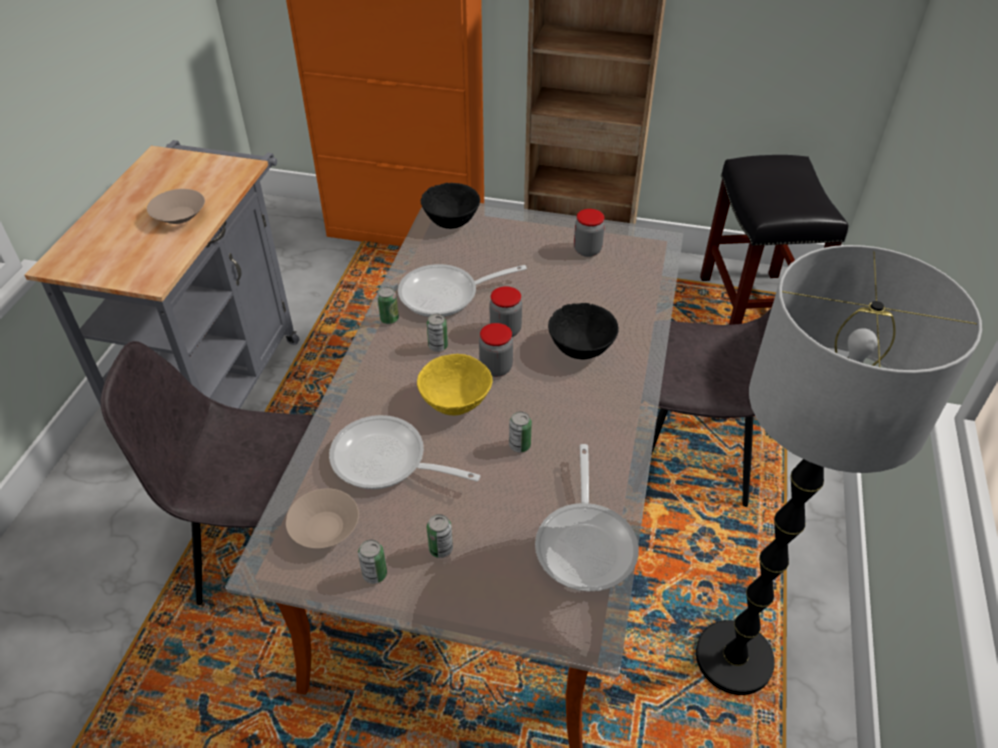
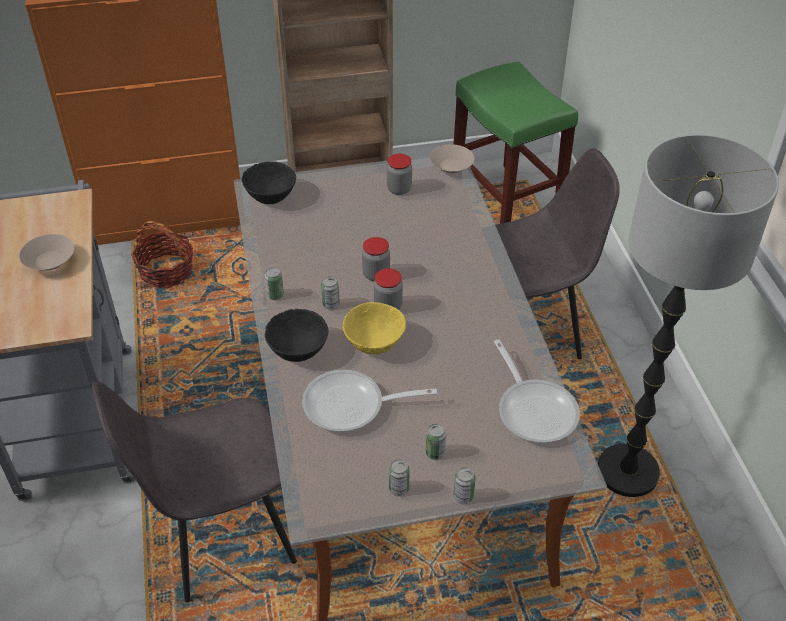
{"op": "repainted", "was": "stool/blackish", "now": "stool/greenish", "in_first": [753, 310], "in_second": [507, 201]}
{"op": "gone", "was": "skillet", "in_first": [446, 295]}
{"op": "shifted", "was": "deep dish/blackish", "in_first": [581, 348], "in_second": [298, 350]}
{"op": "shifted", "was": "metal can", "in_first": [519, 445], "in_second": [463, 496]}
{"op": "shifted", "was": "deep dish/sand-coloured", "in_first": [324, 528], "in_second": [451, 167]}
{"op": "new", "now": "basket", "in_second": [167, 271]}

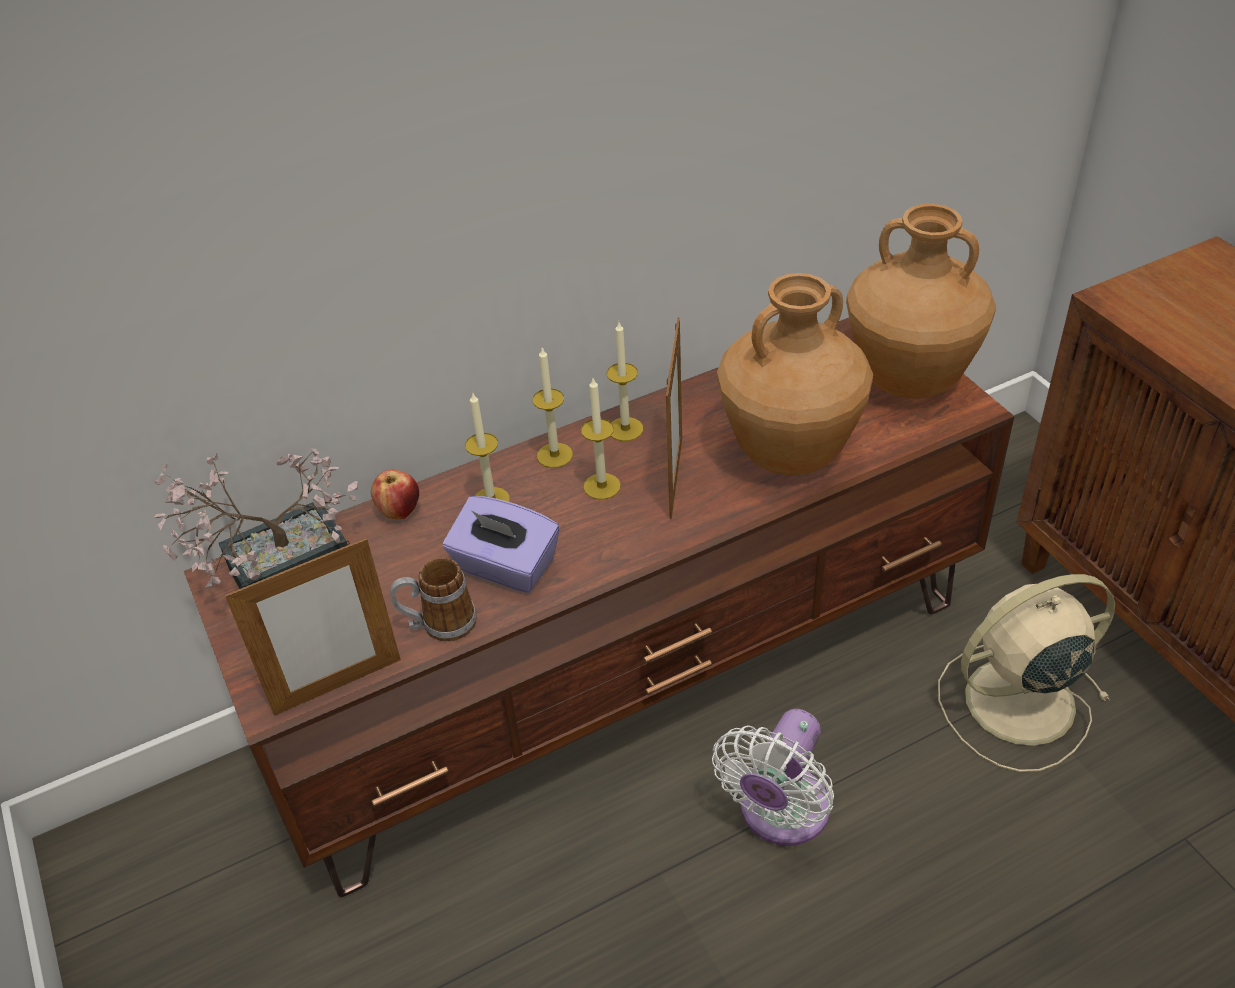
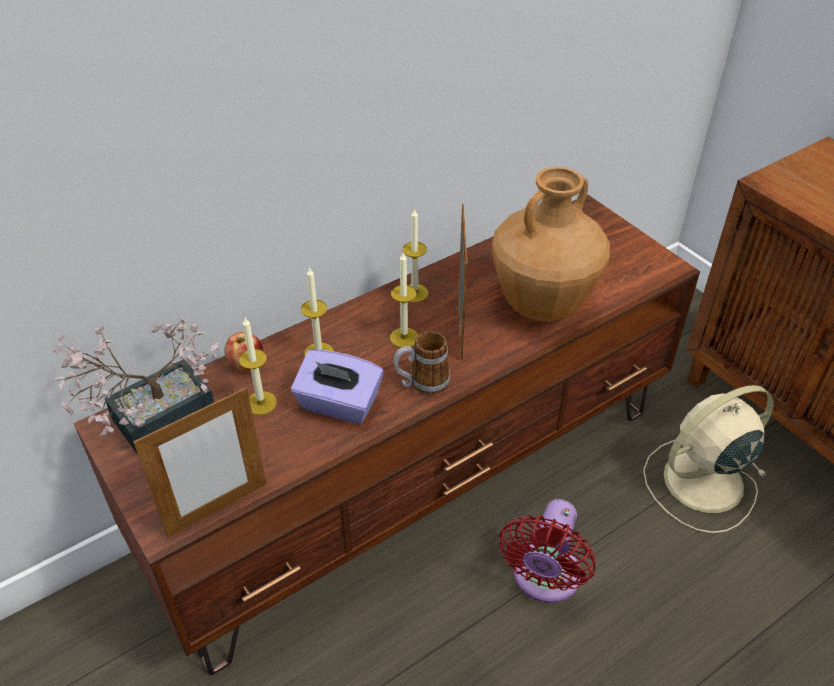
{"op": "gone", "was": "vase/brown", "in_first": [908, 381]}
{"op": "shifted", "was": "wax light", "in_first": [554, 455], "in_second": [261, 403]}
{"op": "shifted", "was": "tea mug", "in_first": [439, 625], "in_second": [422, 383]}
{"op": "repainted", "was": "electric fan/whitish", "now": "electric fan/red-coloured", "in_first": [780, 814], "in_second": [544, 579]}

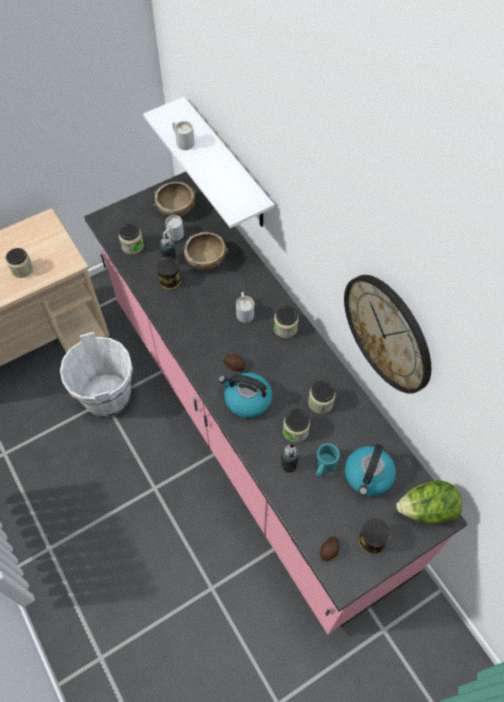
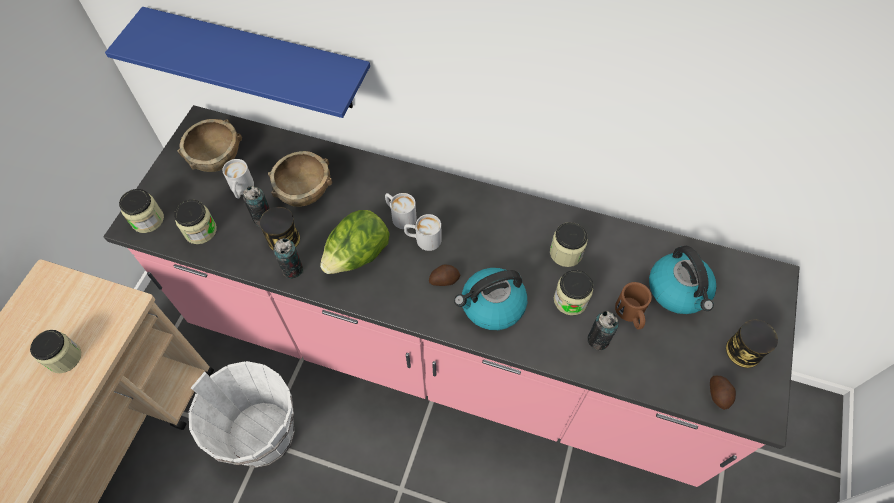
{"op": "repainted", "was": "wall shelf/whitish", "now": "wall shelf/blue-coloured", "in_first": [227, 166], "in_second": [261, 60]}
{"op": "shifted", "was": "tea mug/whitish", "in_first": [182, 141], "in_second": [423, 239]}
{"op": "gone", "was": "wall clock", "in_first": [388, 333]}
{"op": "shifted", "was": "preserve jar", "in_first": [285, 328], "in_second": [148, 220]}
{"op": "repainted", "was": "tea mug/blue-green", "now": "tea mug/brown", "in_first": [323, 466], "in_second": [631, 314]}
{"op": "shifted", "was": "lettuce head", "in_first": [426, 510], "in_second": [357, 256]}
{"op": "new", "now": "metal can", "in_second": [292, 269]}

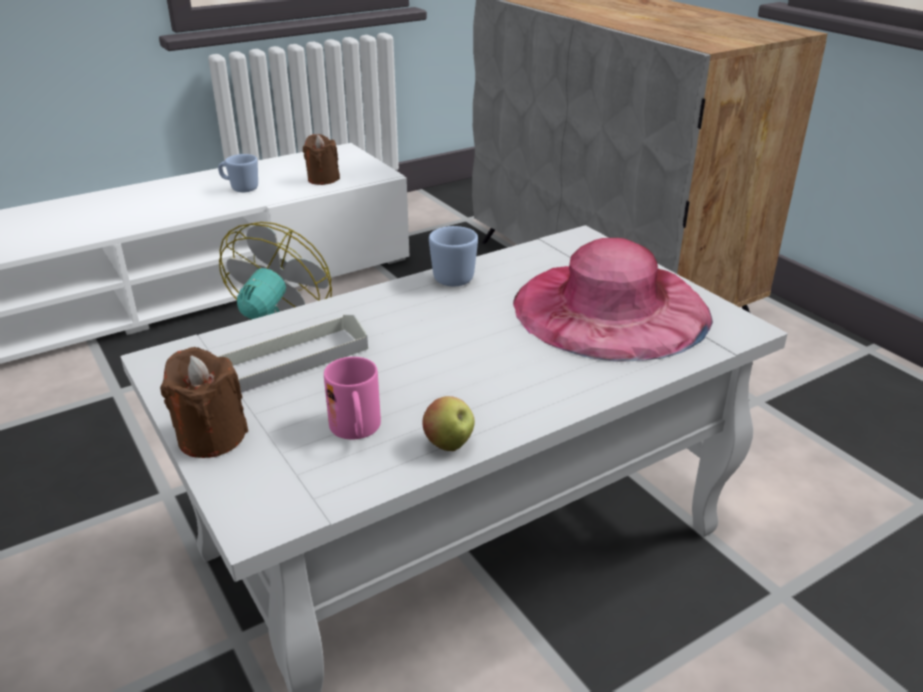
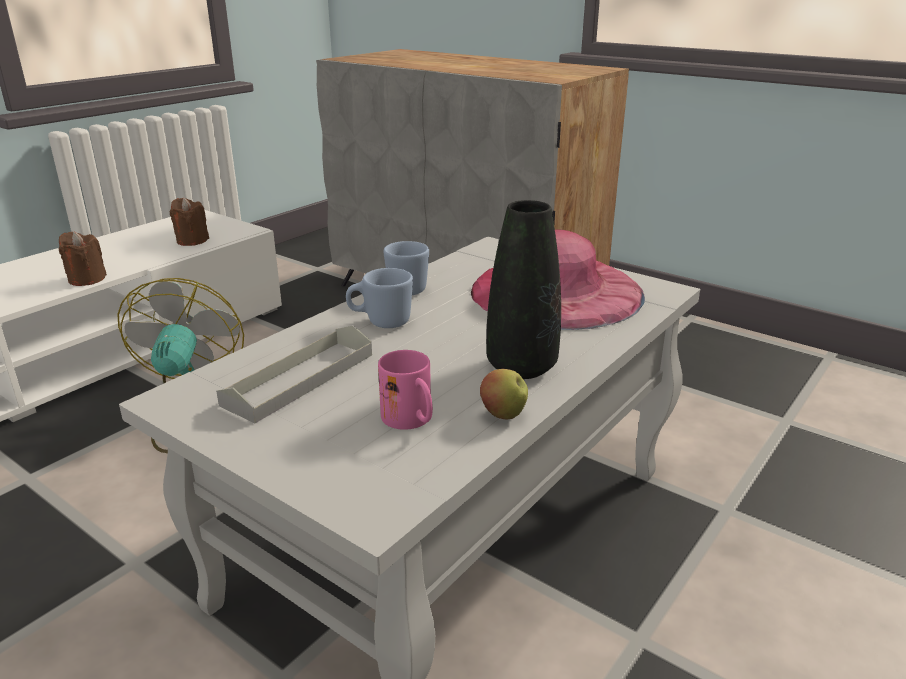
{"op": "shifted", "was": "tea mug/blue-coloured", "in_first": [240, 188], "in_second": [380, 322]}
{"op": "shifted", "was": "wax light/brown", "in_first": [211, 437], "in_second": [86, 279]}
{"op": "new", "now": "vase/blackish", "in_second": [521, 367]}

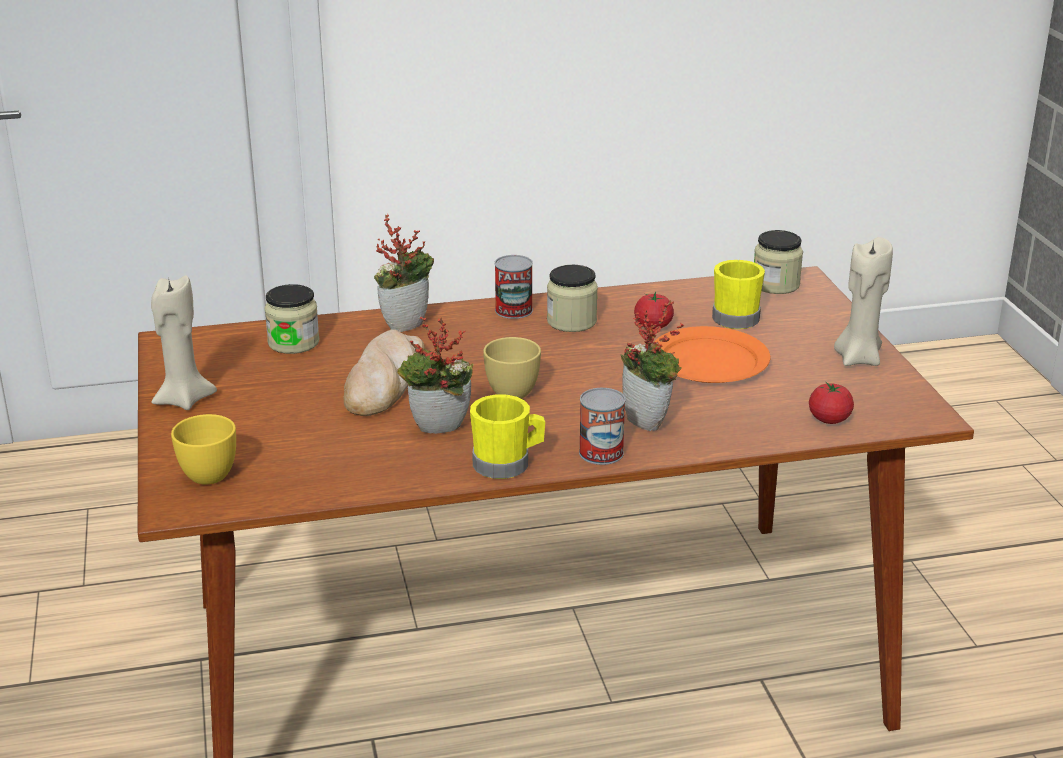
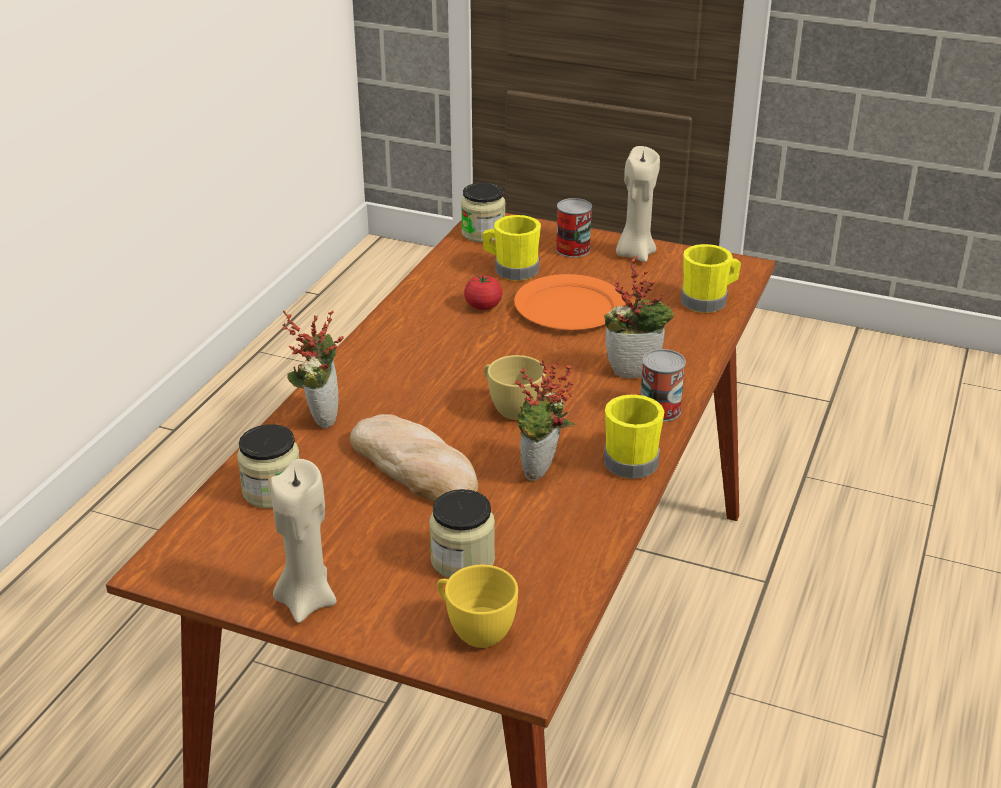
{"op": "shifted", "was": "metal can", "in_first": [513, 310], "in_second": [573, 249]}
{"op": "shifted", "was": "preserve jar", "in_first": [571, 321], "in_second": [462, 560]}
{"op": "swapped", "was": "fresh tomato", "now": "tea mug/yellowish", "in_first": [829, 419], "in_second": [708, 301]}

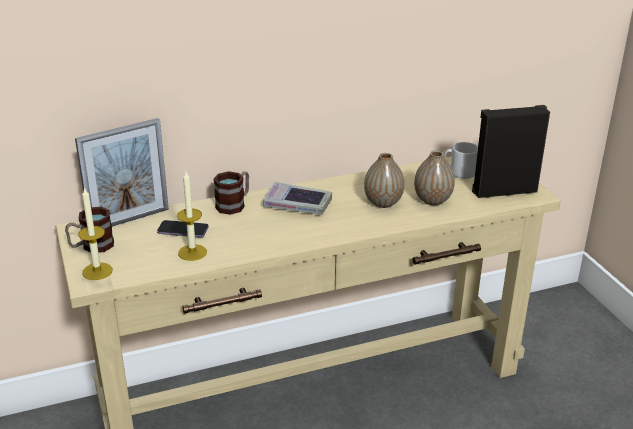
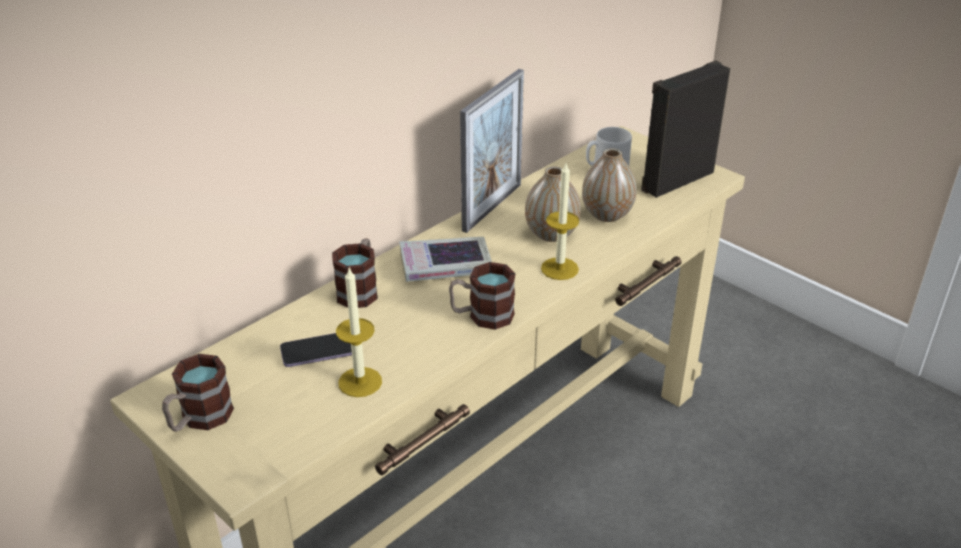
{"op": "shifted", "was": "standing frame", "in_first": [129, 220], "in_second": [492, 207]}
{"op": "shifted", "was": "wax light", "in_first": [97, 271], "in_second": [559, 268]}
{"op": "new", "now": "tea mug", "in_second": [482, 316]}

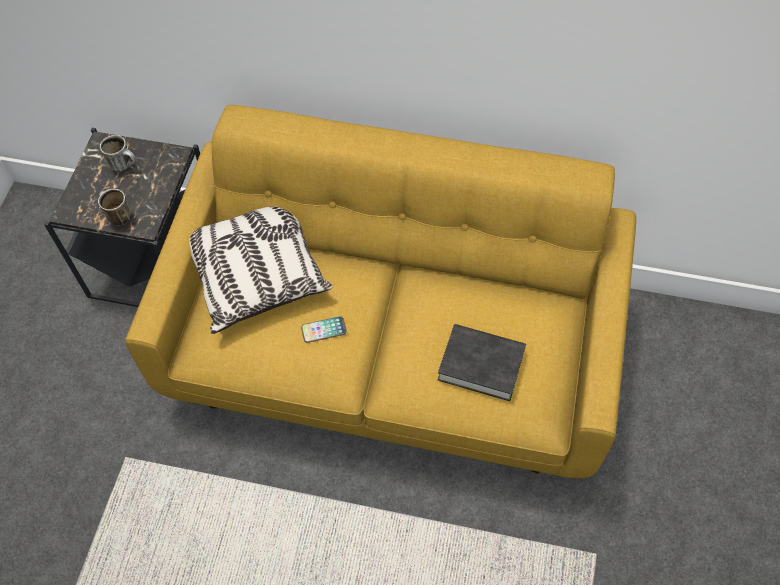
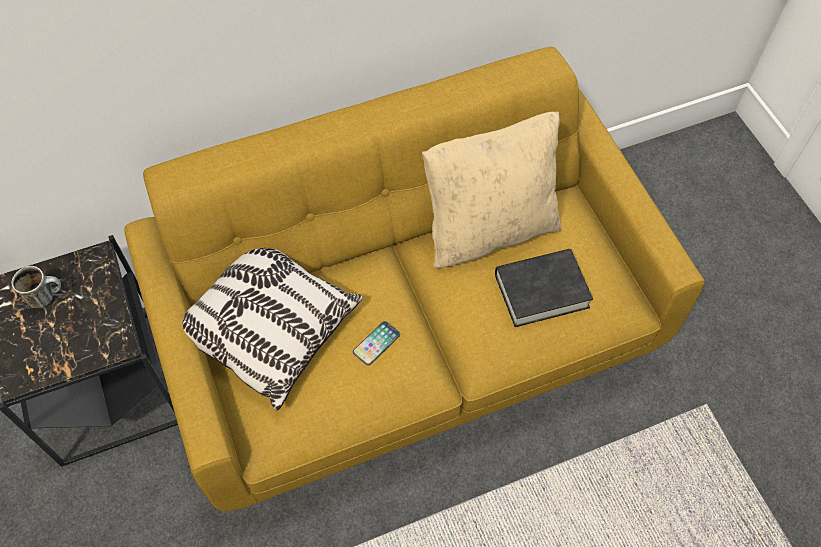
{"op": "gone", "was": "tea mug", "in_first": [117, 216]}
{"op": "new", "now": "pillow/sand-coloured", "in_second": [489, 228]}

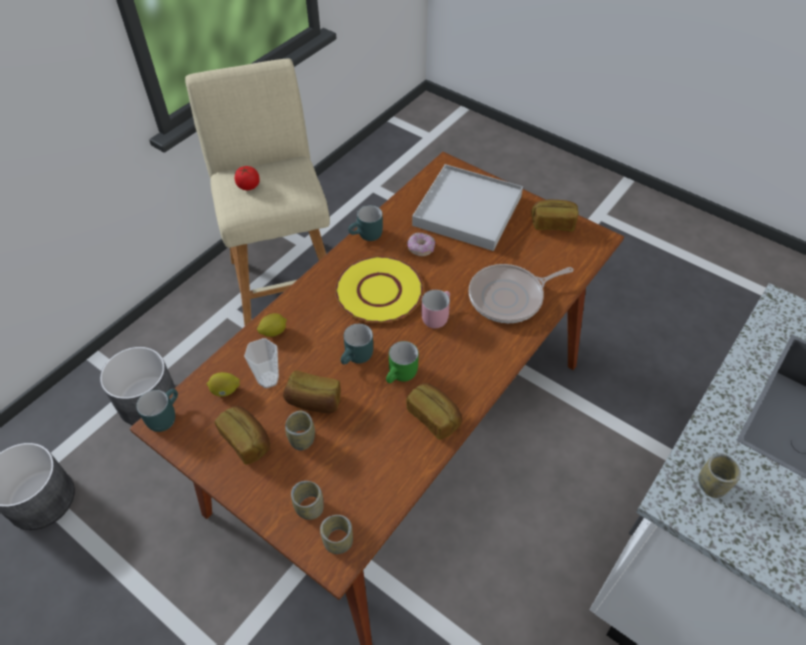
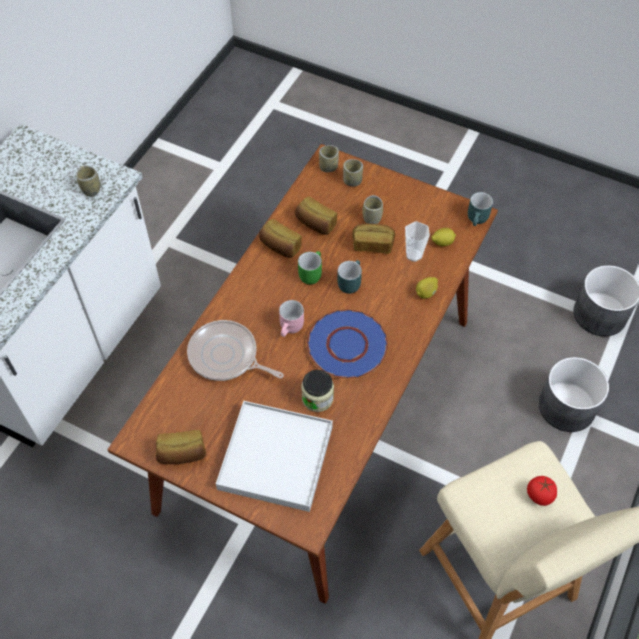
{"op": "gone", "was": "tea mug/blue-green", "in_first": [367, 236]}
{"op": "swapped", "was": "ring doughnut", "now": "preserve jar", "in_first": [421, 249], "in_second": [317, 398]}
{"op": "repainted", "was": "plate/yellowish", "now": "plate/blue-coloured", "in_first": [379, 291], "in_second": [346, 345]}
{"op": "rotated", "was": "skillet", "in_first": [509, 297], "in_second": [226, 356], "clockwise": -120}
{"op": "shifted", "was": "baked bread", "in_first": [247, 440], "in_second": [315, 224]}

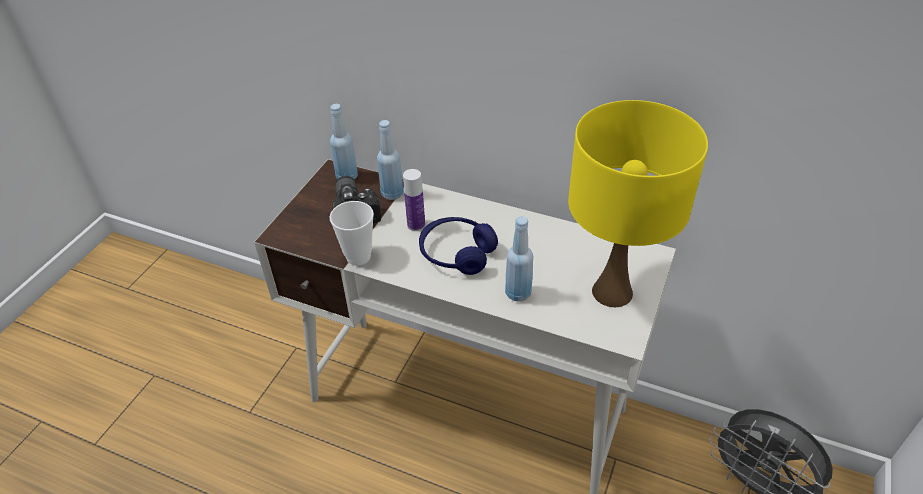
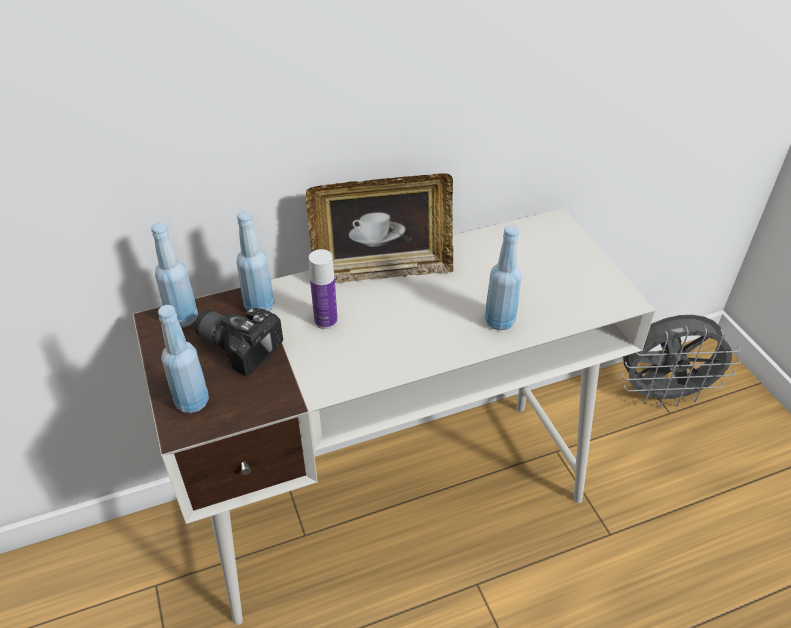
{"op": "gone", "was": "tabletop lamp/yellowish", "in_first": [611, 292]}
{"op": "gone", "was": "small cup", "in_first": [358, 256]}
{"op": "gone", "was": "headset/blue-coloured", "in_first": [457, 253]}
{"op": "new", "now": "standing frame", "in_second": [382, 270]}
{"op": "new", "now": "drink bottle/blue-coloured", "in_second": [192, 402]}

